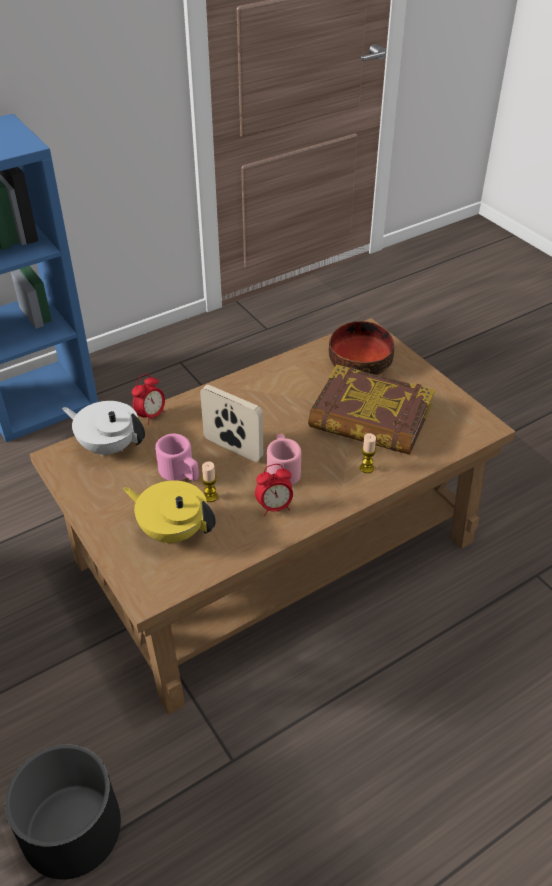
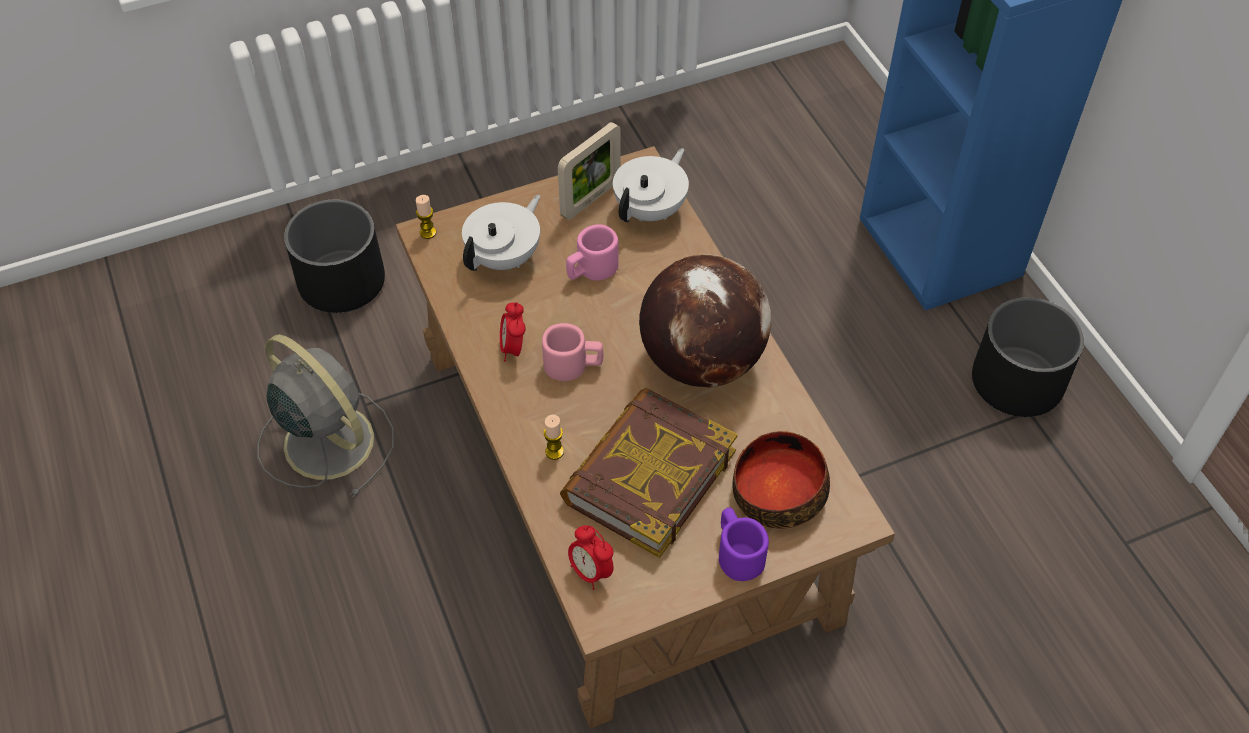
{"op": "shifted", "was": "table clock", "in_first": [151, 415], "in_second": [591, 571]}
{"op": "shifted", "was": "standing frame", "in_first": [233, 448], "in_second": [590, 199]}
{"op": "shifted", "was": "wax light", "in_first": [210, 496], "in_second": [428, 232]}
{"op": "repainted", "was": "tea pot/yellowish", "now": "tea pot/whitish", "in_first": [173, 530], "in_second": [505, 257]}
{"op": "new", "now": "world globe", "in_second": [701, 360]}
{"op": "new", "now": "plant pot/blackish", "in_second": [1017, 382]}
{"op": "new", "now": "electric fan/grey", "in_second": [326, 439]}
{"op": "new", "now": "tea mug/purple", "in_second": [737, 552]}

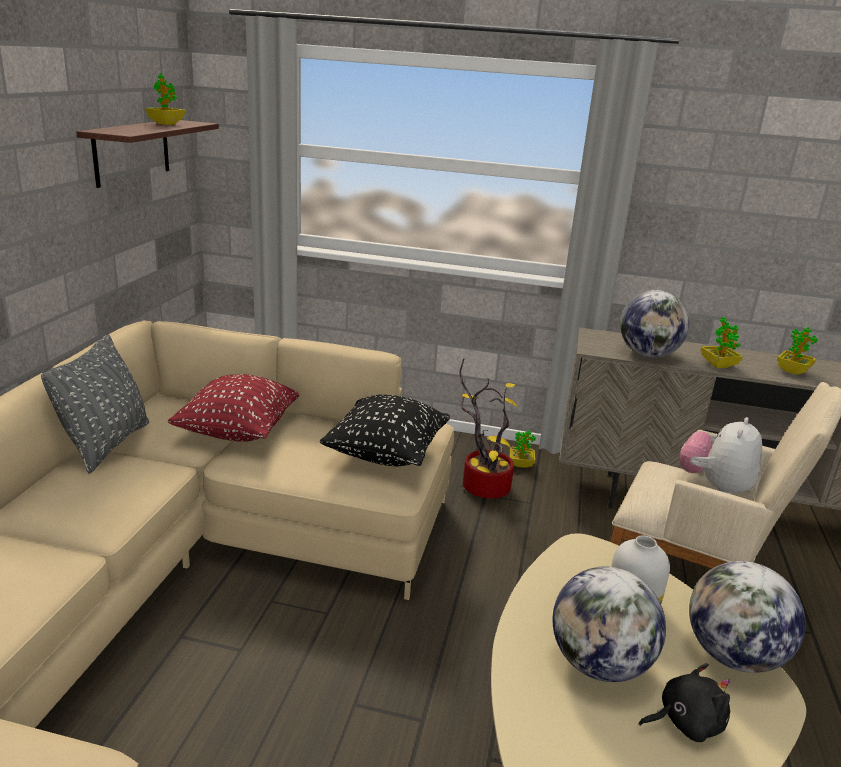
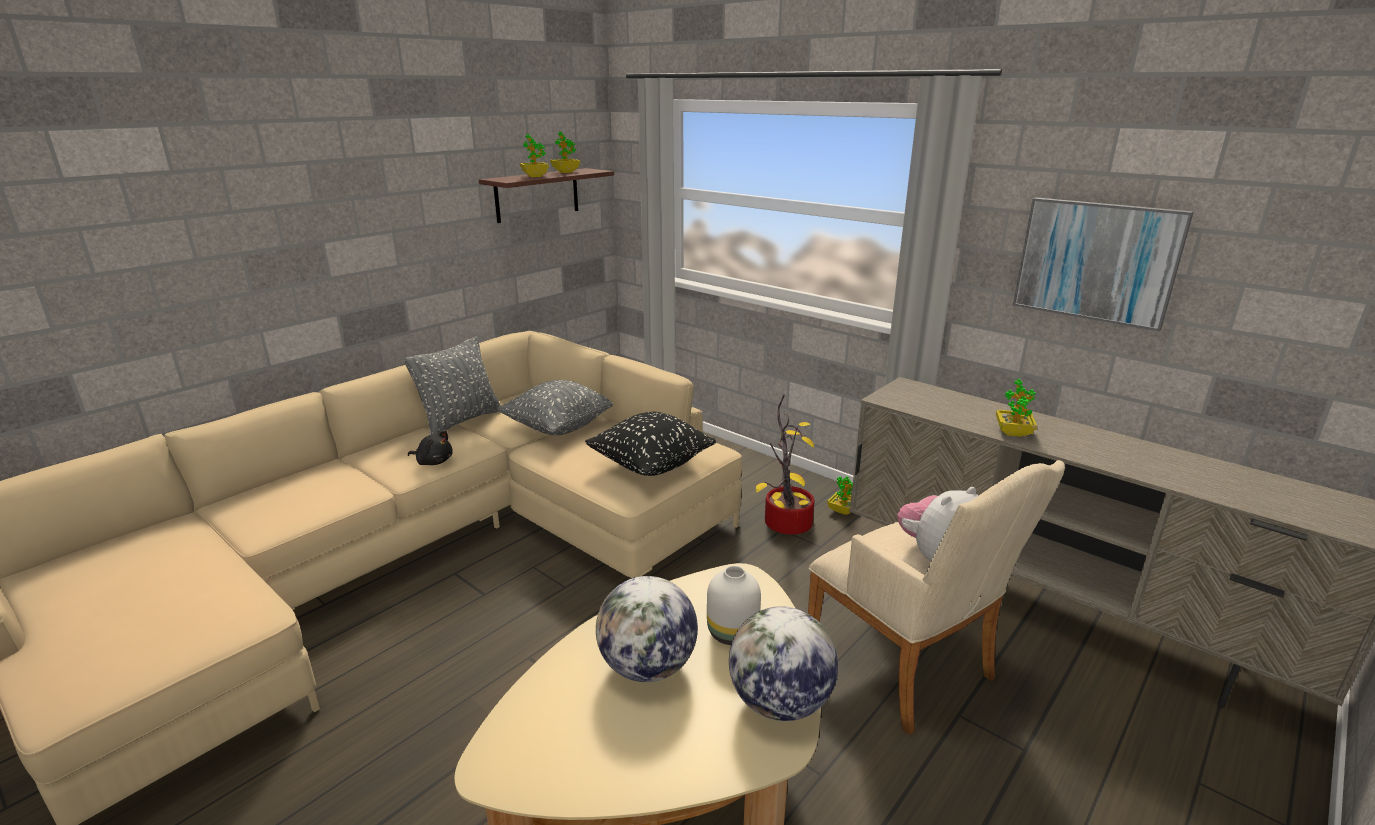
{"op": "gone", "was": "world globe", "in_first": [648, 354]}
{"op": "shifted", "was": "houseplant", "in_first": [792, 371], "in_second": [535, 176]}
{"op": "repainted", "was": "pillow/red-coloured", "now": "pillow/grey", "in_first": [238, 431], "in_second": [558, 427]}
{"op": "shifted", "was": "plush toy/blackish", "in_first": [685, 722], "in_second": [433, 462]}
{"op": "new", "now": "picture", "in_second": [1096, 261]}

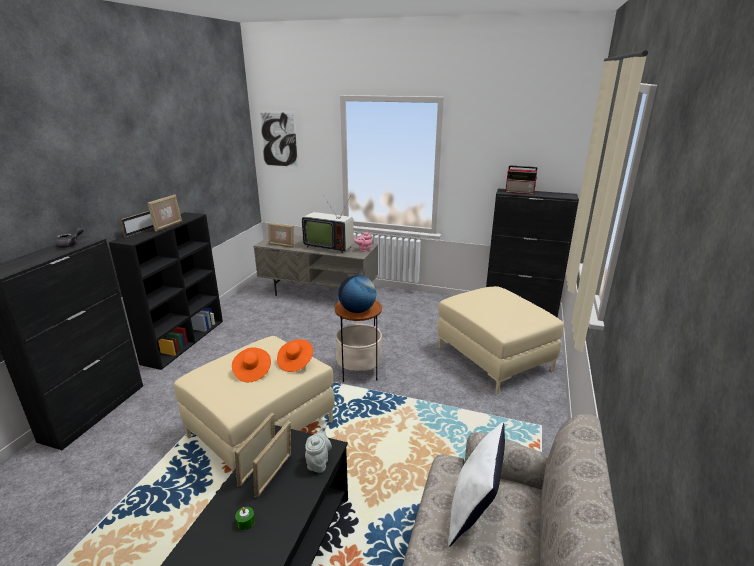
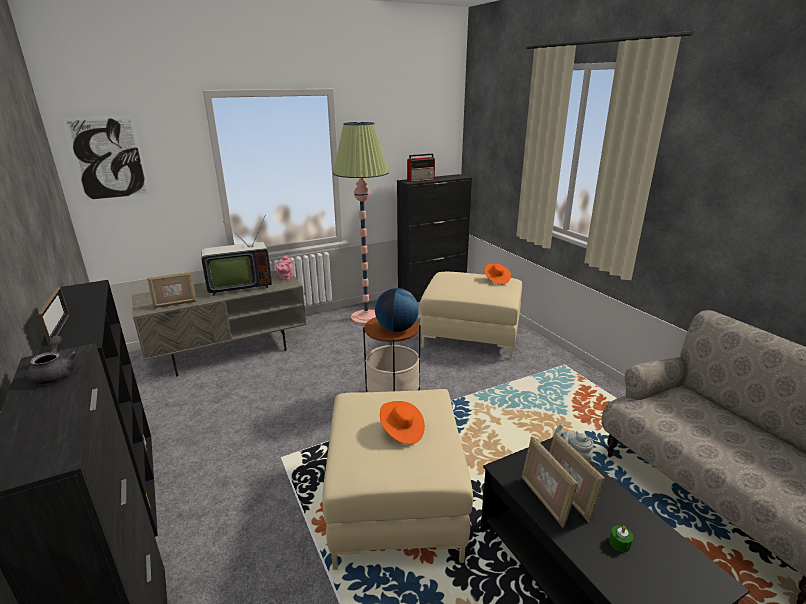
{"op": "gone", "was": "standing frame", "in_first": [168, 226]}
{"op": "shifted", "was": "clothing hat/orange", "in_first": [295, 362], "in_second": [496, 280]}
{"op": "gone", "was": "pillow/whitish", "in_first": [473, 513]}
{"op": "new", "now": "standing lamp", "in_second": [366, 317]}

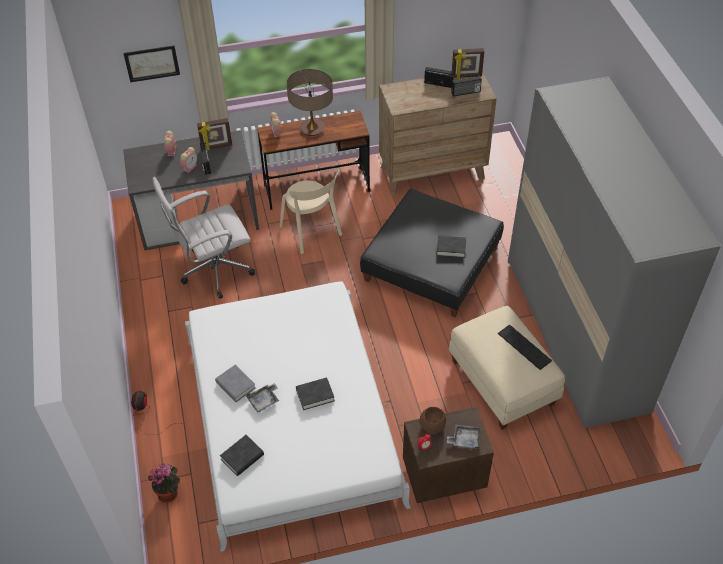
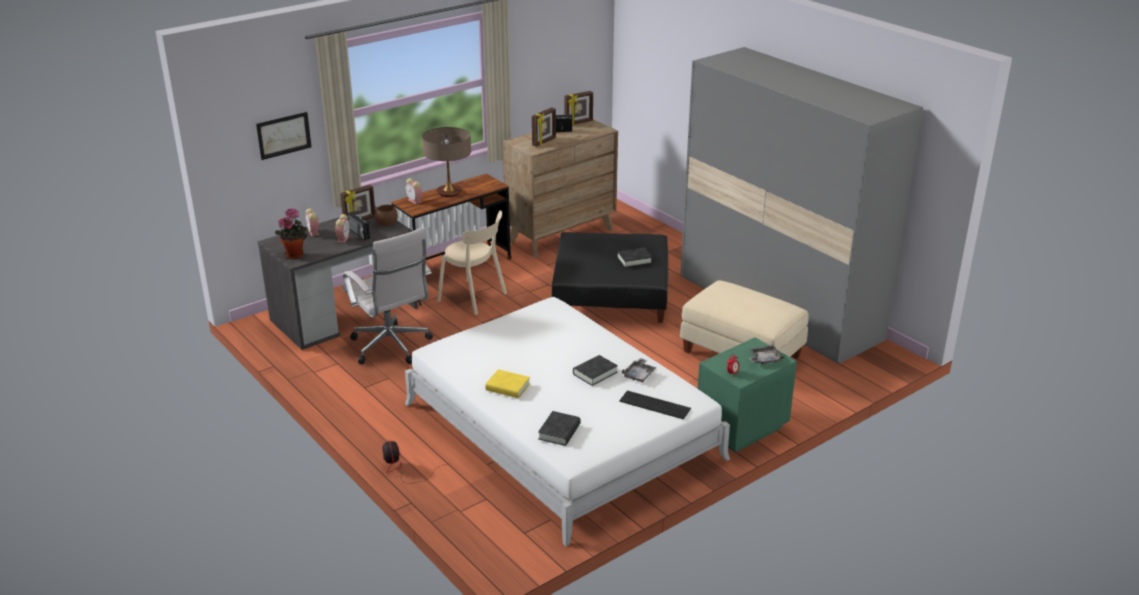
{"op": "gone", "was": "radio", "in_first": [466, 93]}
{"op": "rotated", "was": "desk chair/whitish", "in_first": [213, 271], "in_second": [392, 347], "clockwise": -75}
{"op": "shifted", "was": "computer keyboard", "in_first": [524, 347], "in_second": [654, 405]}
{"op": "repainted", "was": "volume/grey", "now": "volume/yellowish", "in_first": [235, 385], "in_second": [508, 387]}
{"op": "shifted", "was": "carrying tray/grey", "in_first": [264, 401], "in_second": [639, 375]}
{"op": "repainted", "was": "bedside table/brown", "now": "bedside table/greenish", "in_first": [442, 475], "in_second": [740, 429]}
{"op": "shifted", "was": "deep dish/brown", "in_first": [432, 426], "in_second": [386, 224]}
{"op": "shifted", "was": "houseplant", "in_first": [169, 493], "in_second": [295, 254]}
{"op": "new", "now": "standing frame", "in_second": [544, 142]}

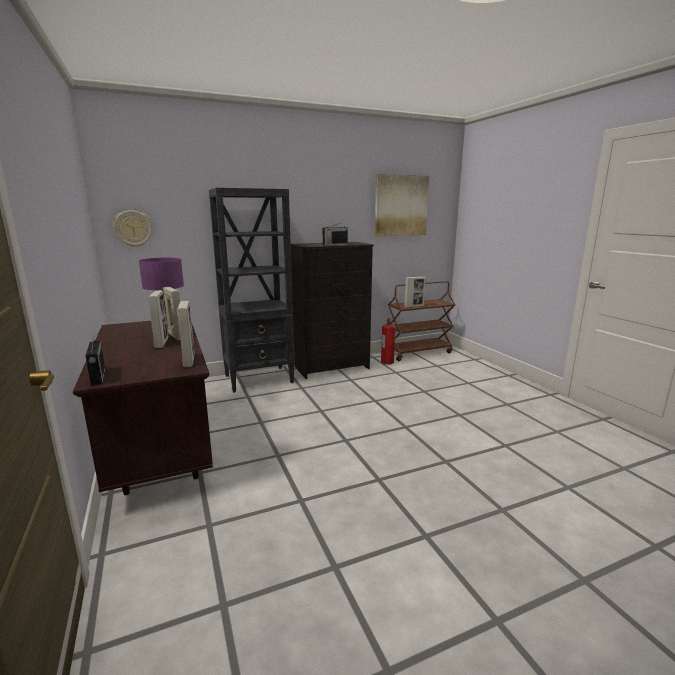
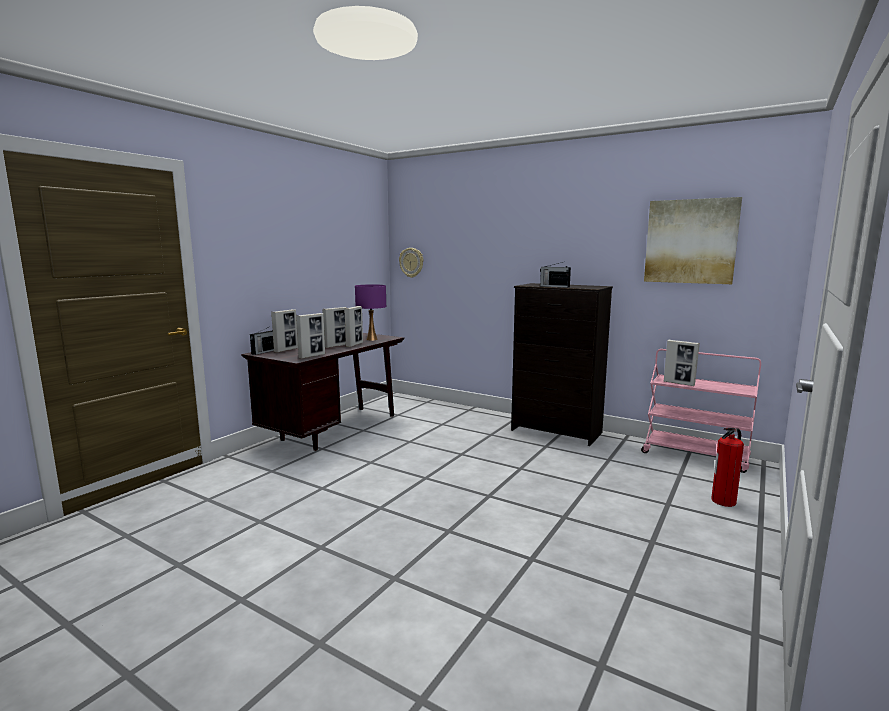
{"op": "gone", "was": "bookshelf/blackish", "in_first": [259, 379]}
{"op": "repainted", "was": "cart/brown", "now": "cart/pink", "in_first": [418, 353], "in_second": [695, 456]}
{"op": "shifted", "was": "fire extinguisher", "in_first": [387, 362], "in_second": [724, 501]}
{"op": "new", "now": "standing frame", "in_second": [286, 350]}

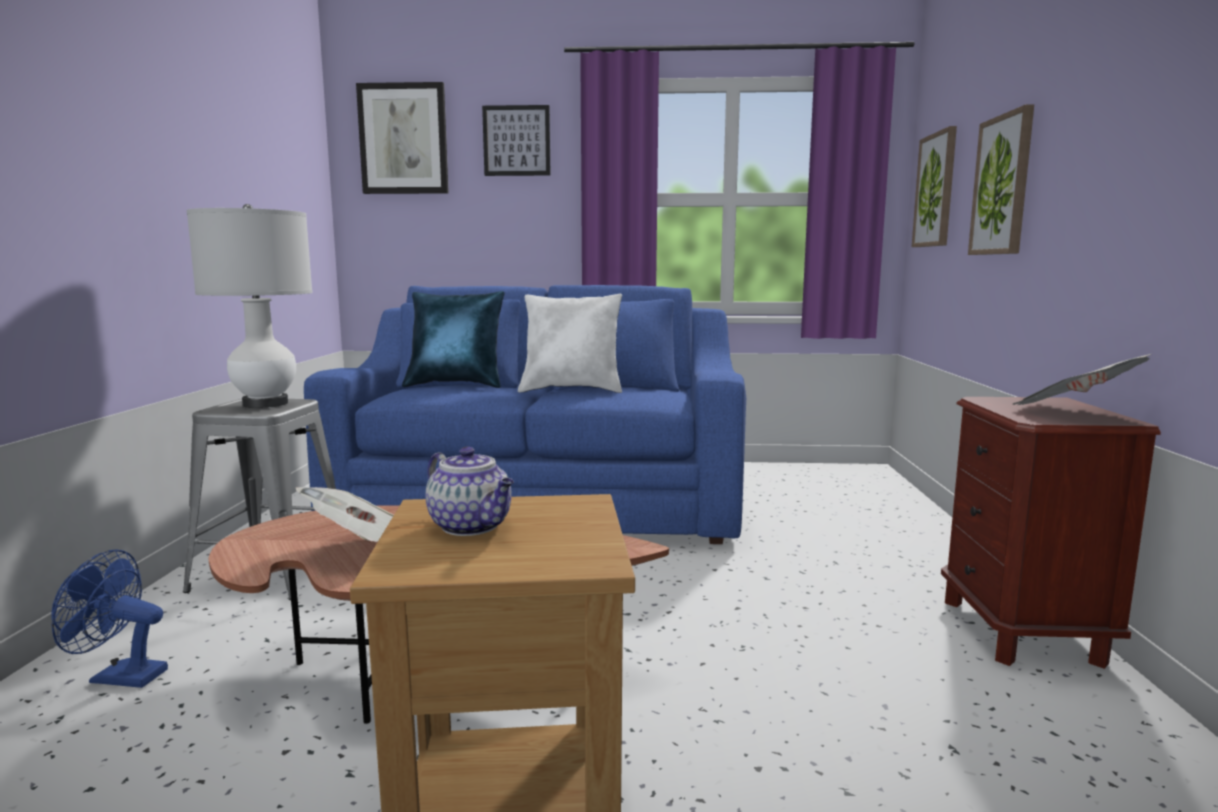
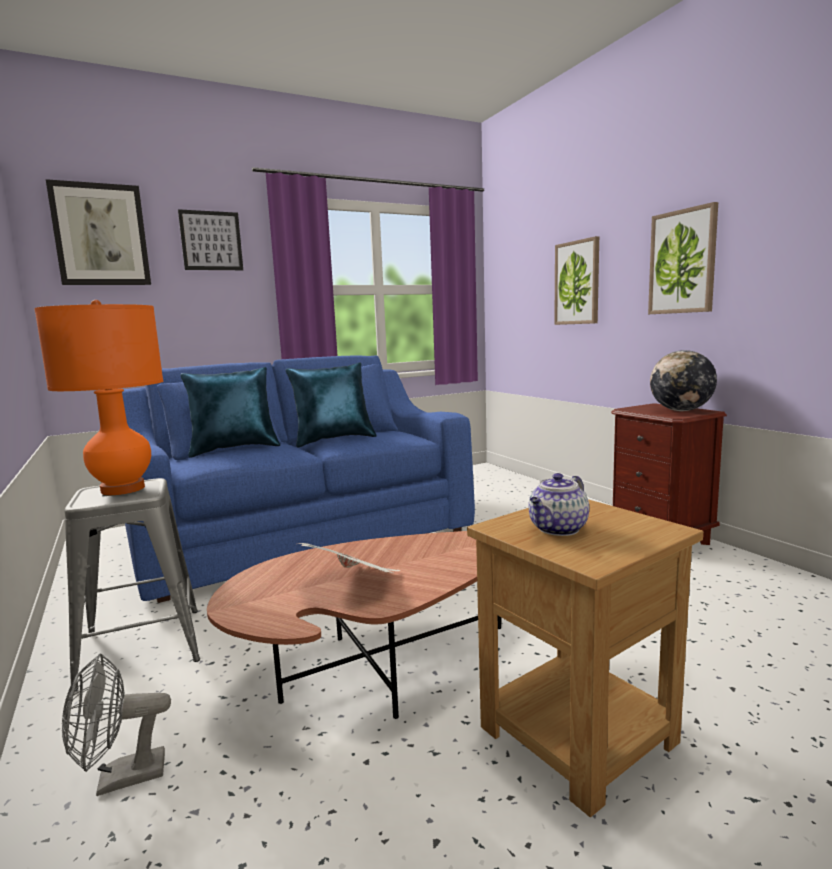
{"op": "shifted", "was": "picture", "in_first": [936, 190], "in_second": [682, 262]}
{"op": "repainted", "was": "tabletop lamp/whitish", "now": "tabletop lamp/orange", "in_first": [266, 404], "in_second": [123, 489]}
{"op": "repainted", "was": "pillow/whitish", "now": "pillow/blue-coloured", "in_first": [572, 390], "in_second": [334, 440]}
{"op": "swapped", "was": "newspaper", "now": "world globe", "in_first": [1073, 413], "in_second": [681, 410]}
{"op": "rotated", "was": "tea pot", "in_first": [472, 526], "in_second": [558, 529], "clockwise": 120}
{"op": "repainted", "was": "electric fan/blue-coloured", "now": "electric fan/grey", "in_first": [119, 677], "in_second": [120, 779]}

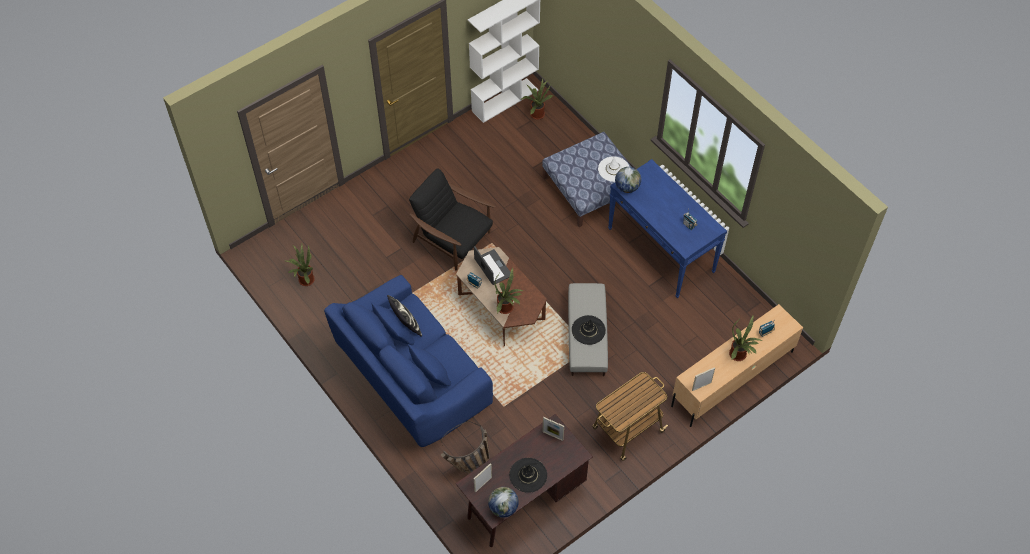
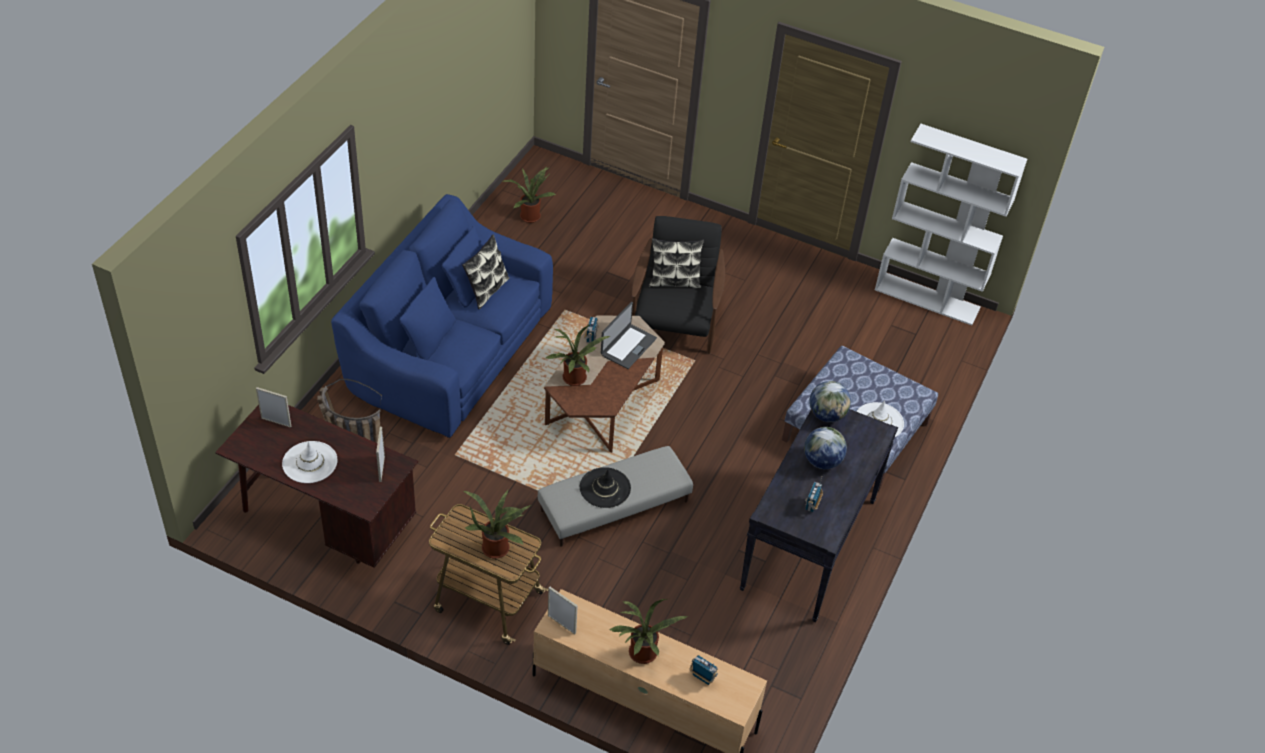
{"op": "shifted", "was": "houseplant", "in_first": [536, 113], "in_second": [497, 546]}
{"op": "repainted", "was": "hall table/blue-coloured", "now": "hall table/blackish", "in_first": [661, 250], "in_second": [809, 545]}
{"op": "repainted", "was": "clothing hat/blackish", "now": "clothing hat/whitish", "in_first": [528, 475], "in_second": [310, 462]}
{"op": "shifted", "was": "world globe", "in_first": [503, 508], "in_second": [822, 461]}
{"op": "new", "now": "pillow", "in_second": [674, 281]}

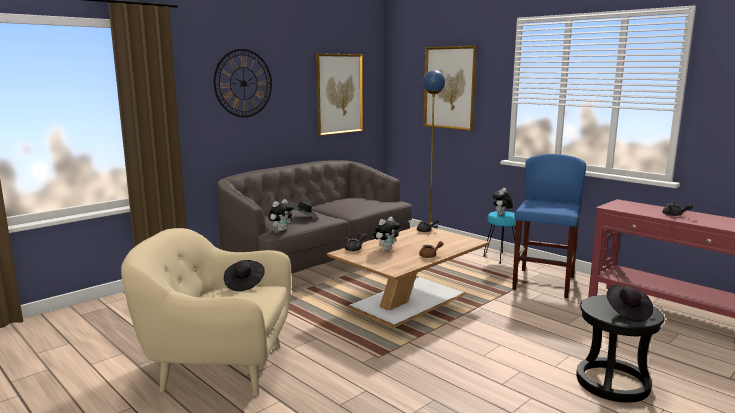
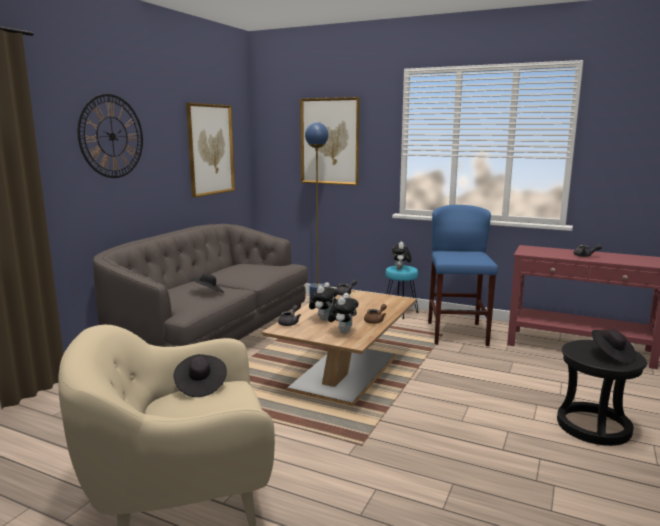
{"op": "shifted", "was": "plush toy", "in_first": [281, 230], "in_second": [343, 332]}

